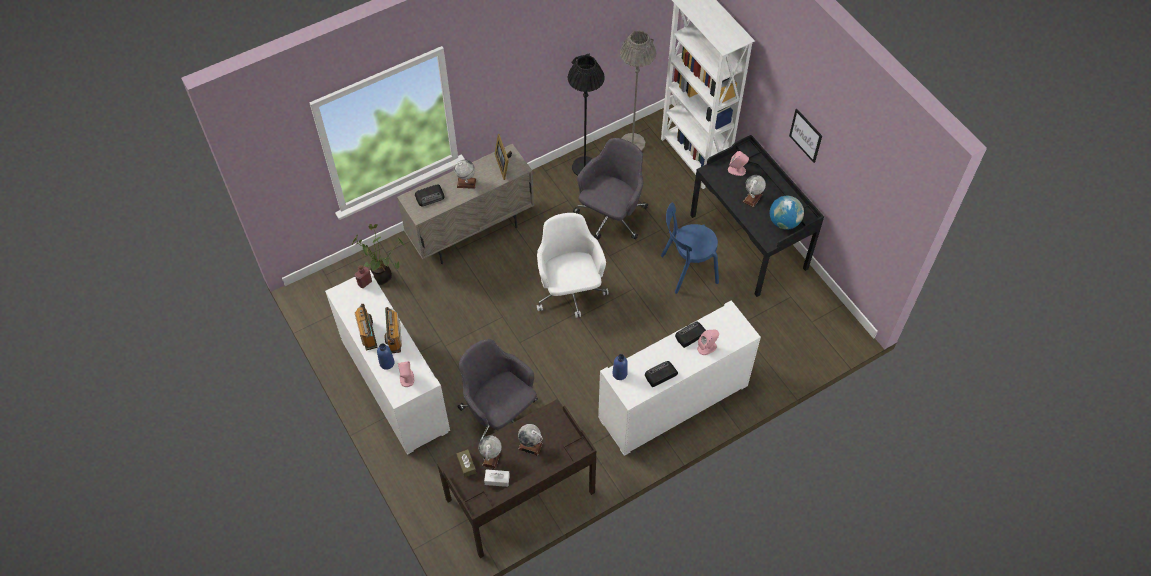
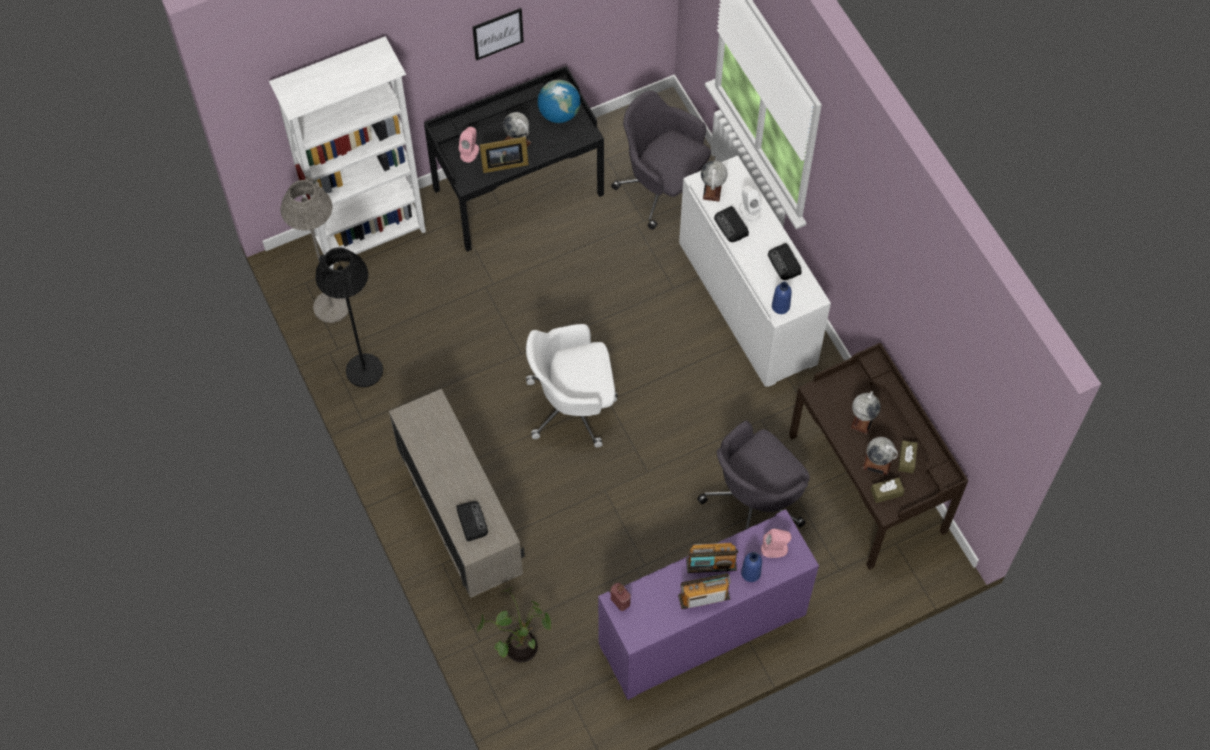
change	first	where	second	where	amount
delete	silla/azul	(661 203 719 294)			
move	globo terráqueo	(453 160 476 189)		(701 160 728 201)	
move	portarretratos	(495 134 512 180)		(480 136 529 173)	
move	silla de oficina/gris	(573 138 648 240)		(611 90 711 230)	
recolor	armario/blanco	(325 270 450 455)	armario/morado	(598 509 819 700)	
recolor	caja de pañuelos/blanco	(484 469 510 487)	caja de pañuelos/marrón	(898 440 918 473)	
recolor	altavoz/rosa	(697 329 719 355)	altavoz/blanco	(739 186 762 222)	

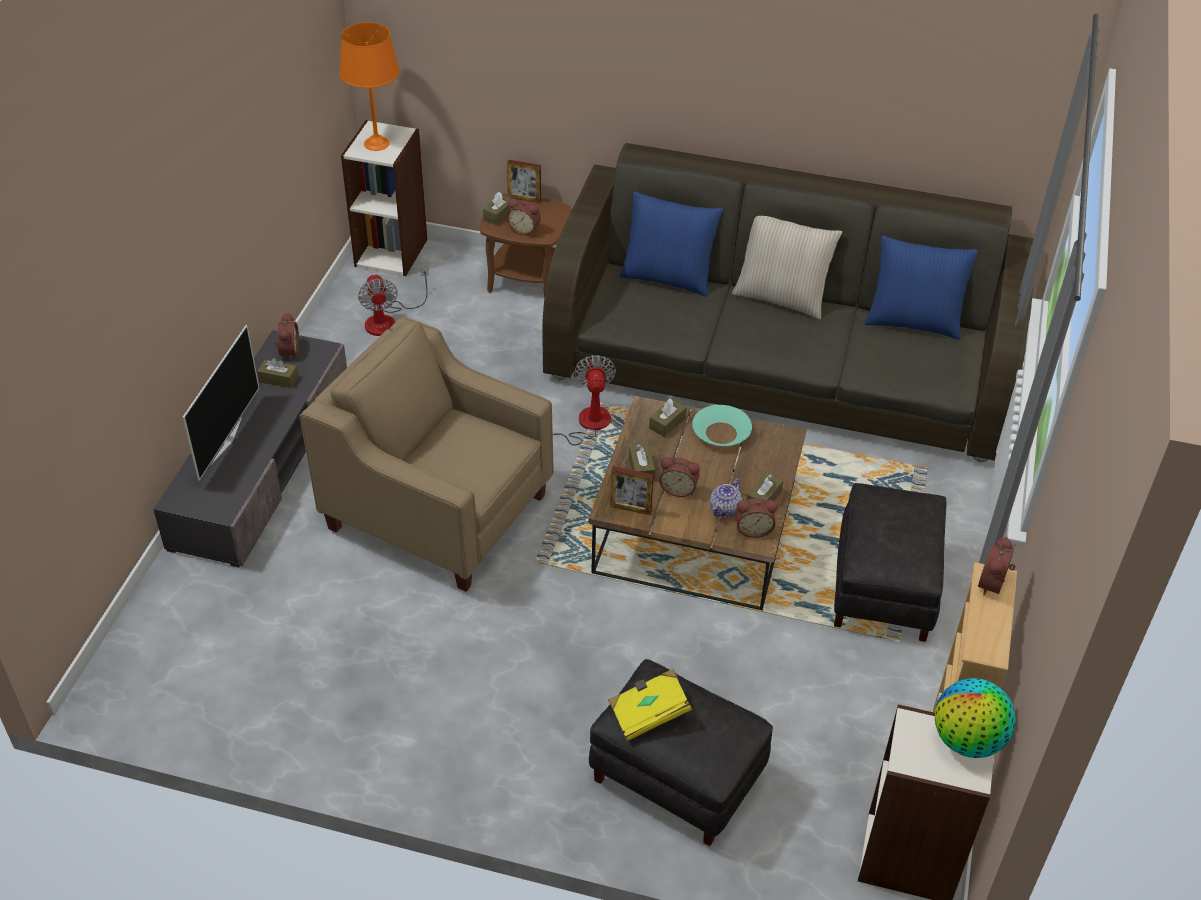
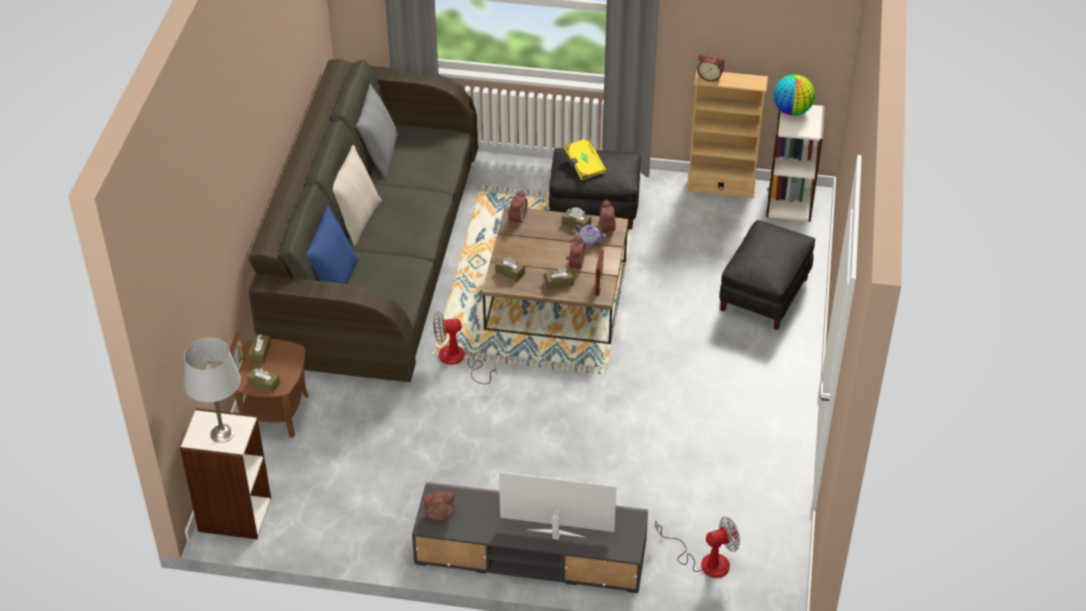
change	first	where	second	where	amount
delete	sillón/beis	(300 317 554 592)			
delete	cuenco/turquesa	(692 405 752 446)			
move	caja de pañuelos/marrón	(257 358 298 388)		(248 334 271 364)	
move	ventilador	(358 266 429 336)		(655 517 740 578)	
move	despertador	(506 198 541 235)		(507 190 528 226)	
move	libro/amarillo	(608 669 692 741)		(564 138 606 180)	
recolor	lámpara de mesa/naranja	(339 22 399 151)	lámpara de mesa/gris	(184 338 241 443)	
recolor	cojín/azul	(865 236 978 339)	cojín/gris	(356 84 398 178)	

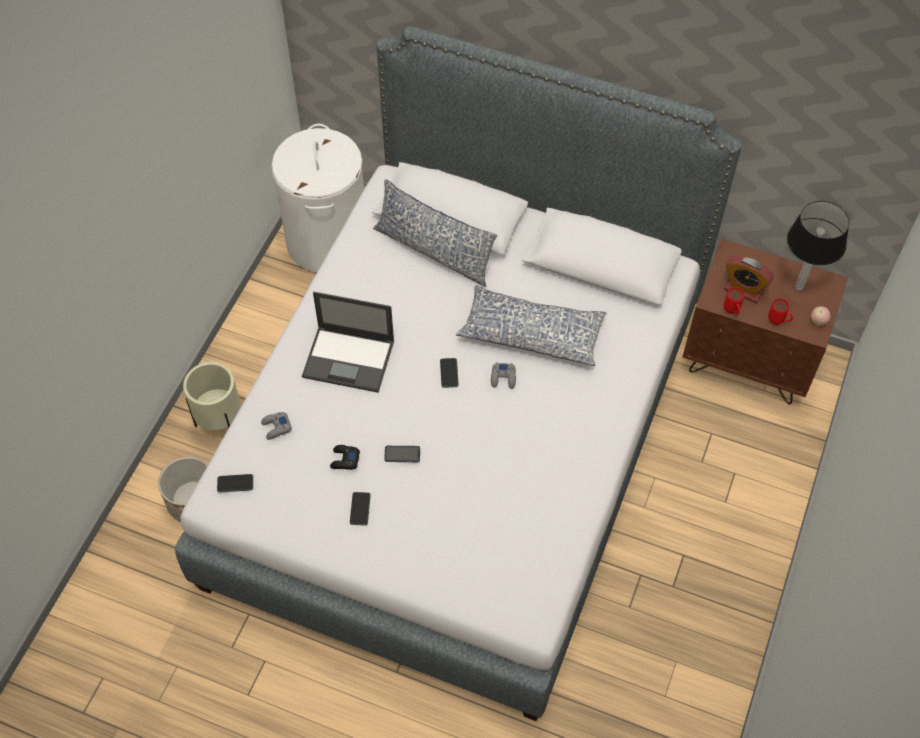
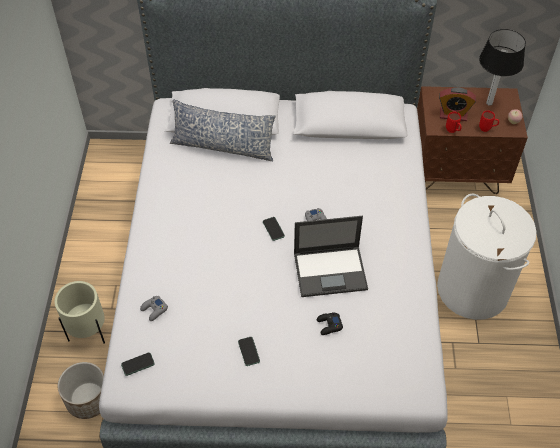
change	first	where	second	where	amount
delete	móvil	(384 446 420 462)			
delete	cojín	(456 285 607 366)			
move	cesto de la ropa/blanco	(272 124 364 273)		(437 193 537 320)	
move	portátil	(302 292 394 393)		(294 216 368 297)	
move	mando de consola/negro	(330 445 360 470)		(317 312 343 335)	

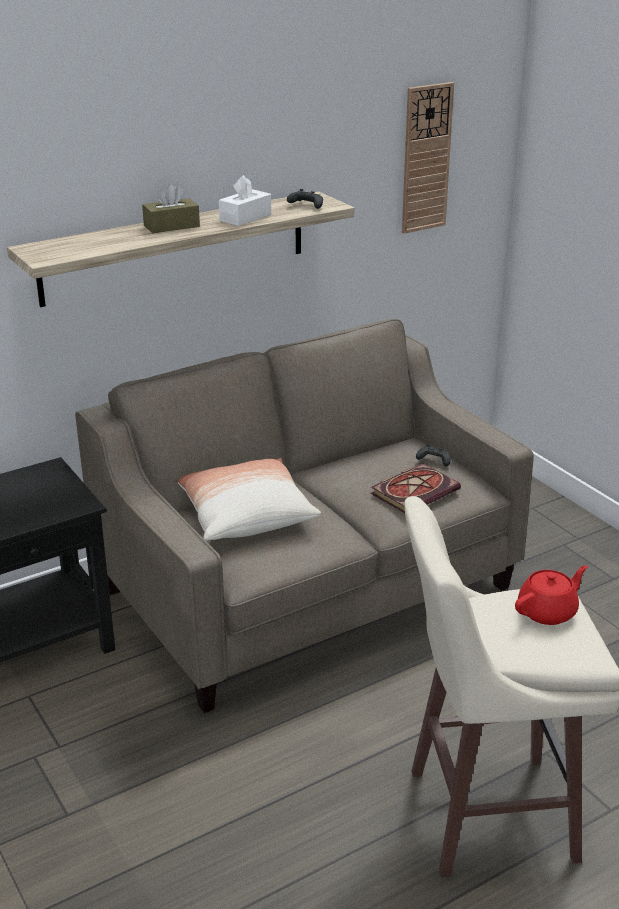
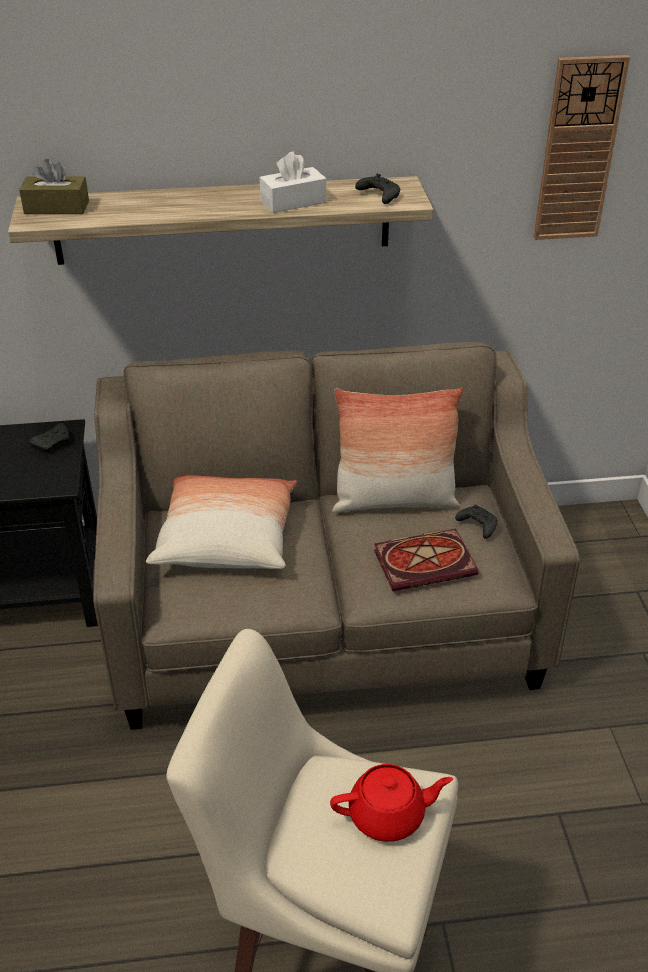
change	first	where	second	where	amount
insert			mando de consola/negro	(29 423 70 453)	
insert			cojín	(332 388 463 513)	
move	caja de pañuelos/marrón	(142 184 200 233)		(19 159 89 214)	

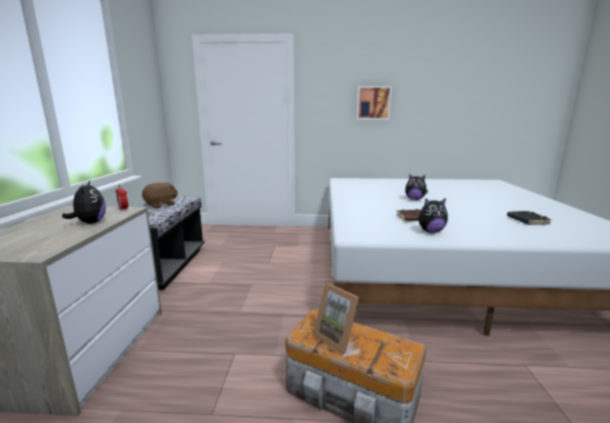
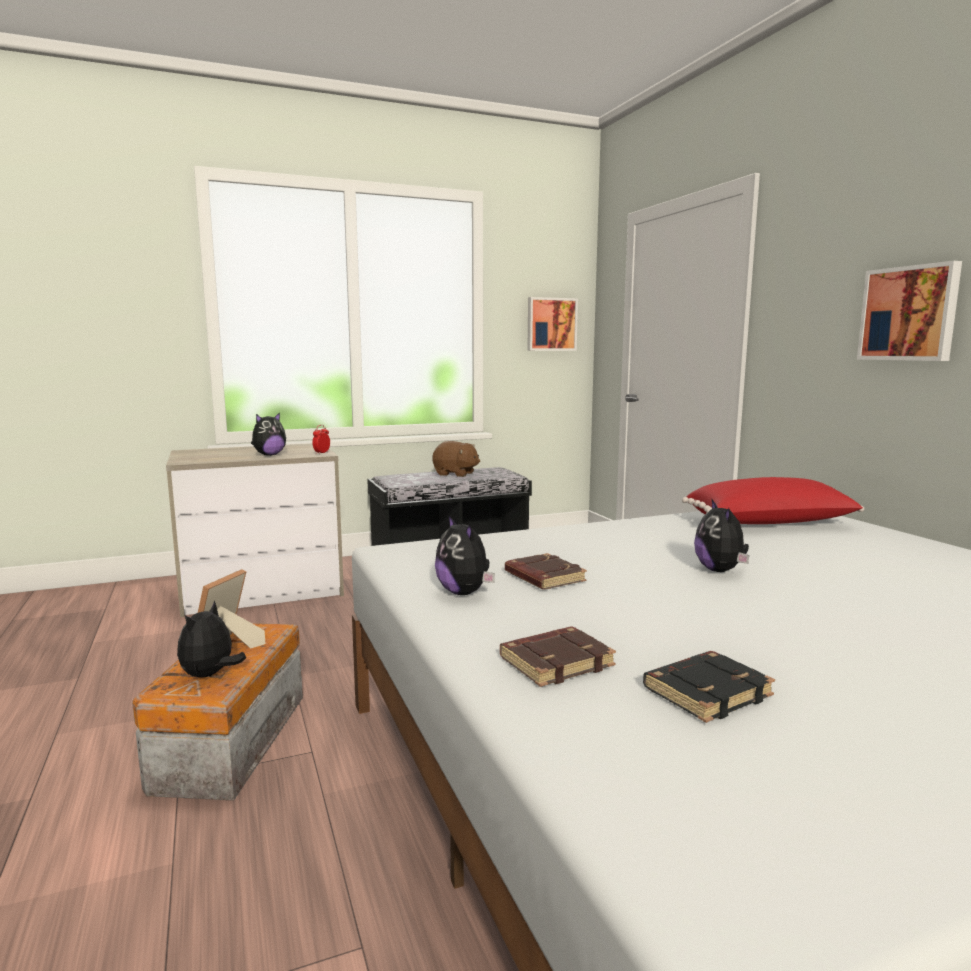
change	first	where	second	where	amount
insert			peluche	(177 601 246 678)	
insert			libro/marrón	(500 626 616 687)	
insert			cuadro	(527 297 578 351)	
insert			cojín/rojo	(682 477 864 524)	

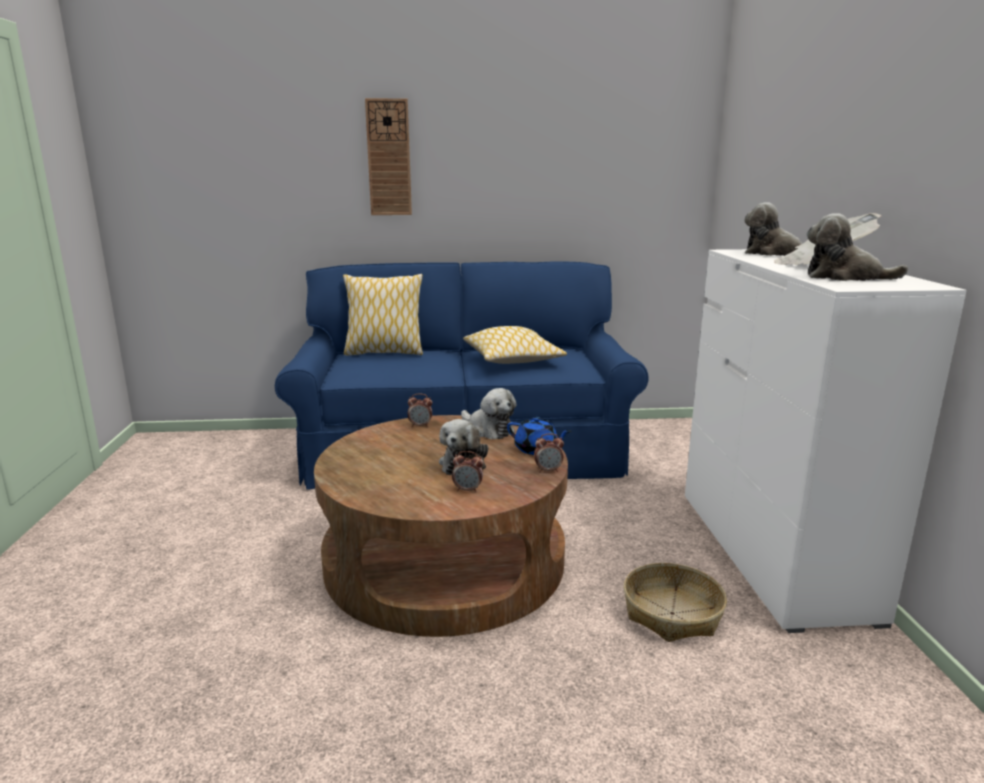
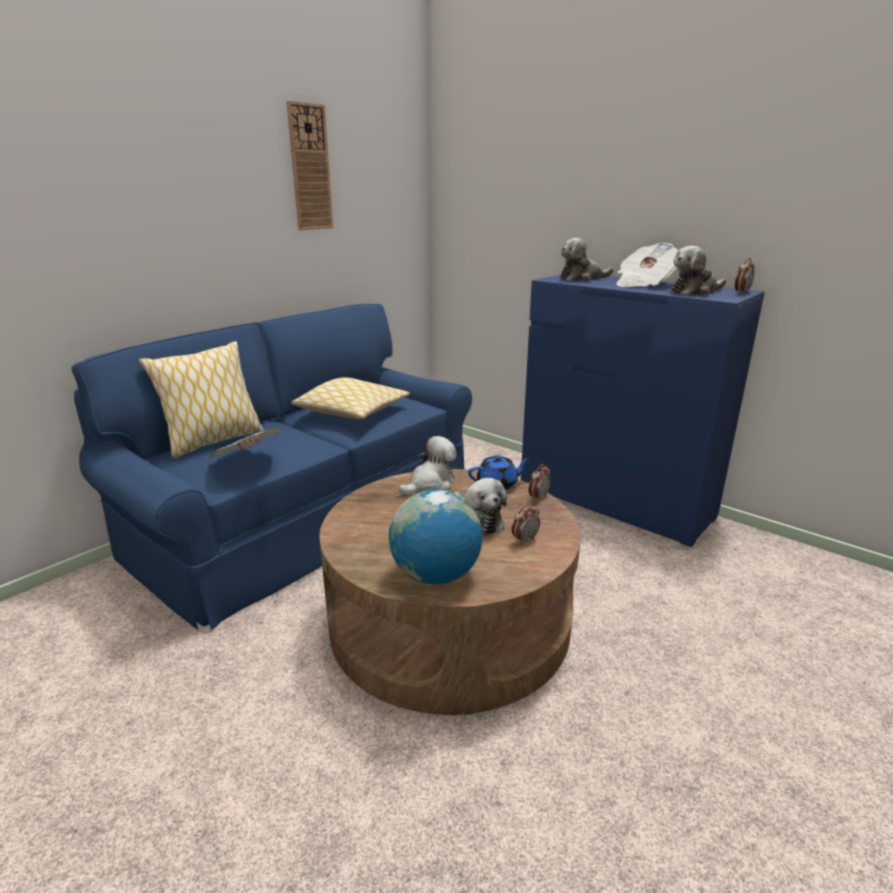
change	first	where	second	where	amount
delete	cesta	(624 563 727 642)			
insert			periódico	(208 427 282 459)	
insert			globo terráqueo	(389 490 483 585)	
move	reloj de pared	(365 98 412 215)		(286 101 333 230)	
move	despertador	(408 394 432 427)		(735 258 755 294)	
recolor	cómoda/blanco	(685 249 967 633)	cómoda/azul	(521 275 765 547)	
rotate	peluche	(461 388 517 439)		(399 436 457 495)	45 degrees counterclockwise

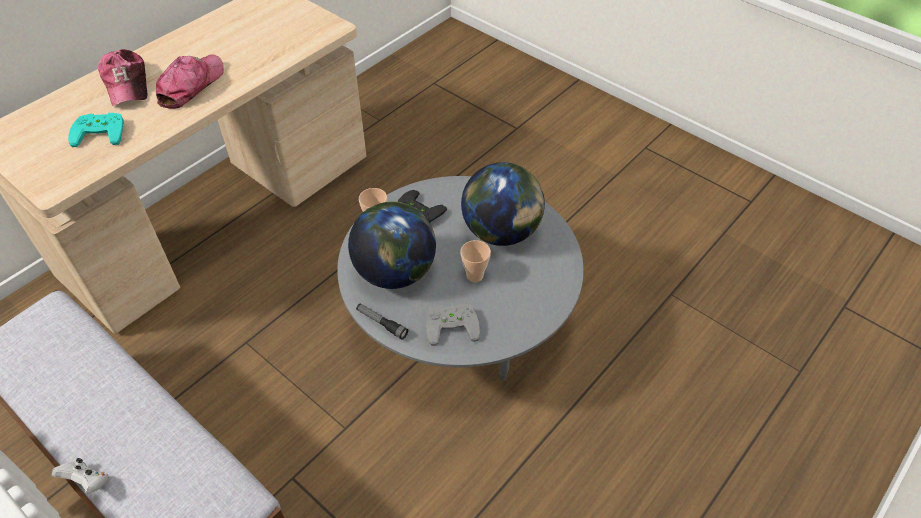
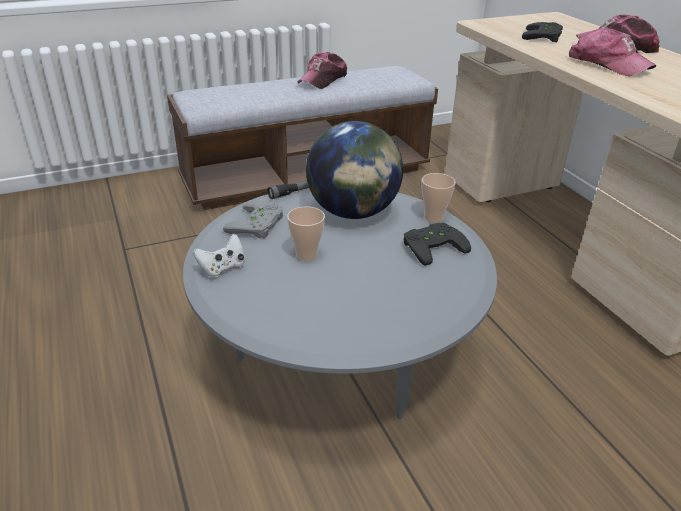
change	first	where	second	where	amount
delete	globo terráqueo	(461 162 545 246)			
insert			gorra	(297 52 347 89)	
move	mando de consola/blanco	(52 458 109 494)		(193 234 245 278)	
recolor	mando de consola/turquesa	(68 113 124 147)	mando de consola/negro	(522 22 563 42)	

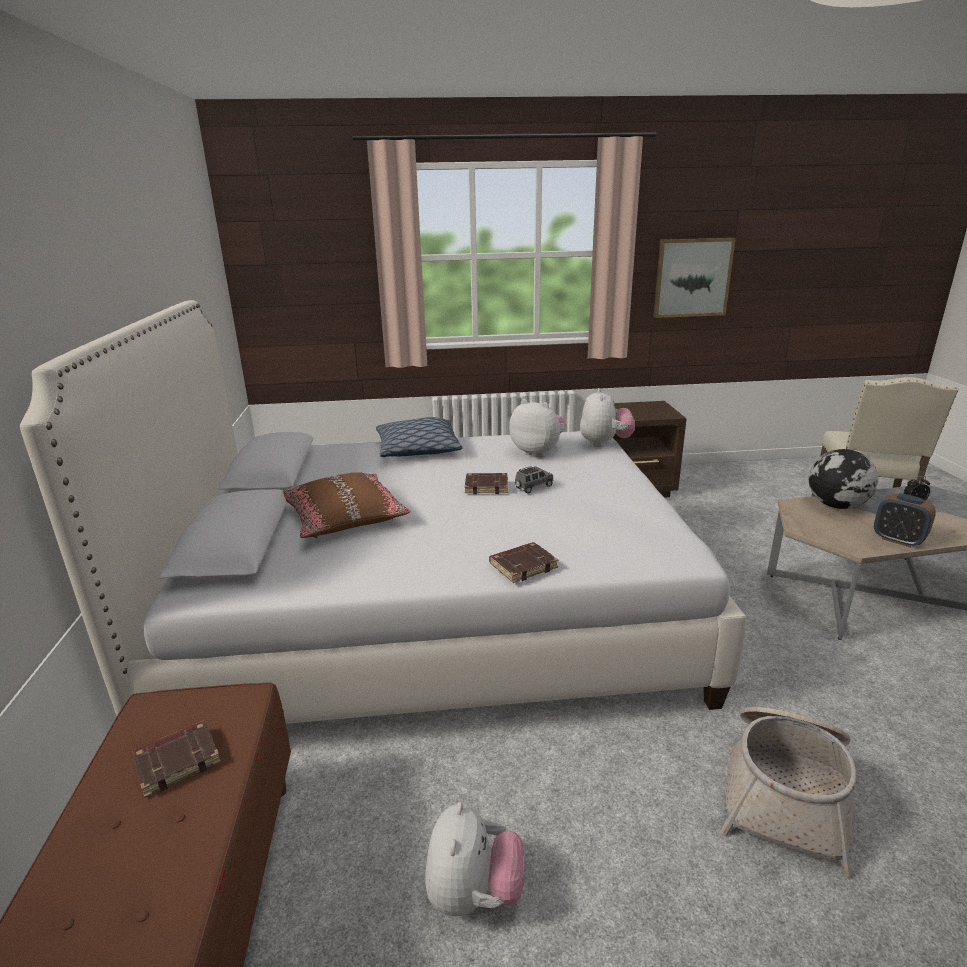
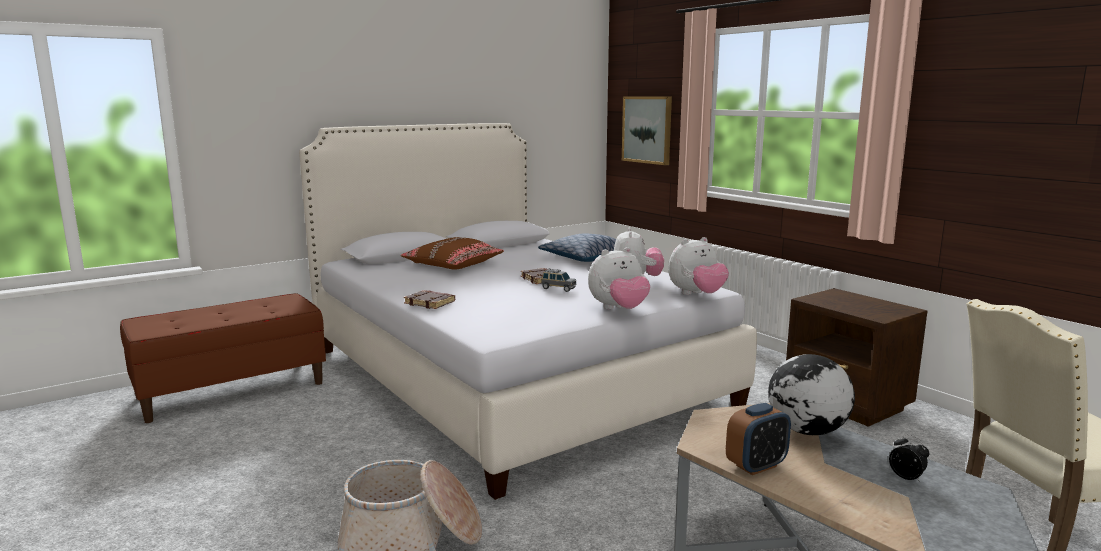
change	first	where	second	where	amount
delete	libro/marrón	(132 720 221 798)			
move	peluche	(425 802 525 916)		(588 247 650 309)	
move	cuadro	(653 238 736 318)		(622 96 672 165)	
rotate	despertador	(874 493 936 547)		(726 403 791 475)	135 degrees counterclockwise

